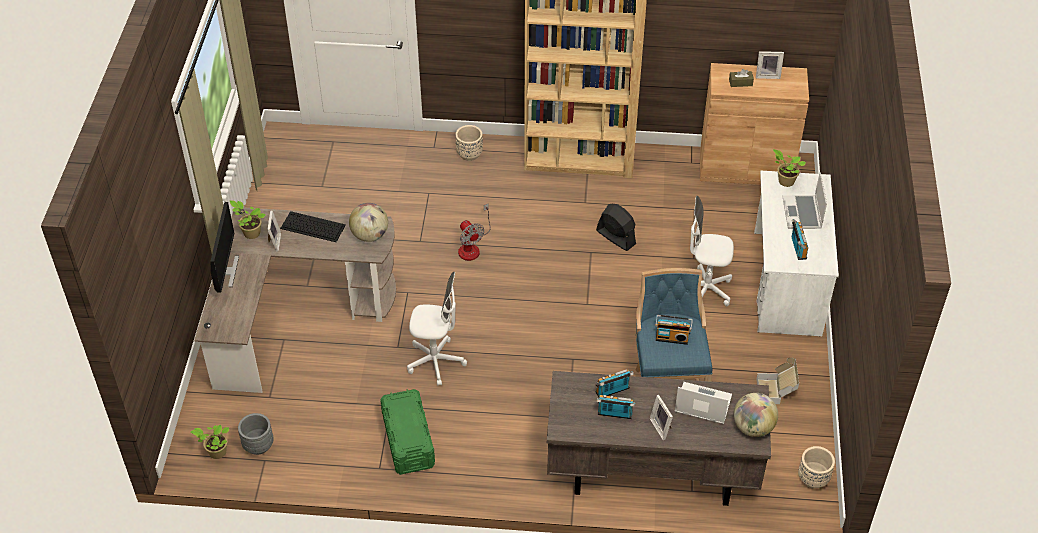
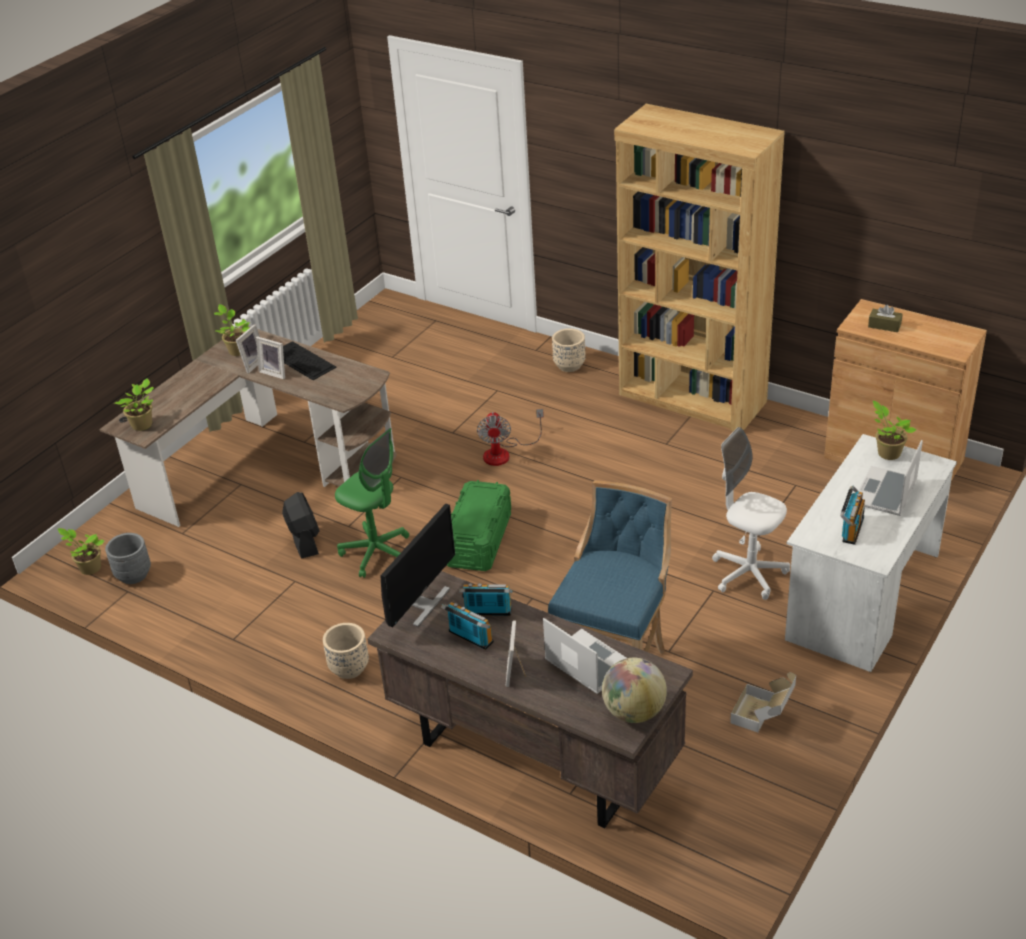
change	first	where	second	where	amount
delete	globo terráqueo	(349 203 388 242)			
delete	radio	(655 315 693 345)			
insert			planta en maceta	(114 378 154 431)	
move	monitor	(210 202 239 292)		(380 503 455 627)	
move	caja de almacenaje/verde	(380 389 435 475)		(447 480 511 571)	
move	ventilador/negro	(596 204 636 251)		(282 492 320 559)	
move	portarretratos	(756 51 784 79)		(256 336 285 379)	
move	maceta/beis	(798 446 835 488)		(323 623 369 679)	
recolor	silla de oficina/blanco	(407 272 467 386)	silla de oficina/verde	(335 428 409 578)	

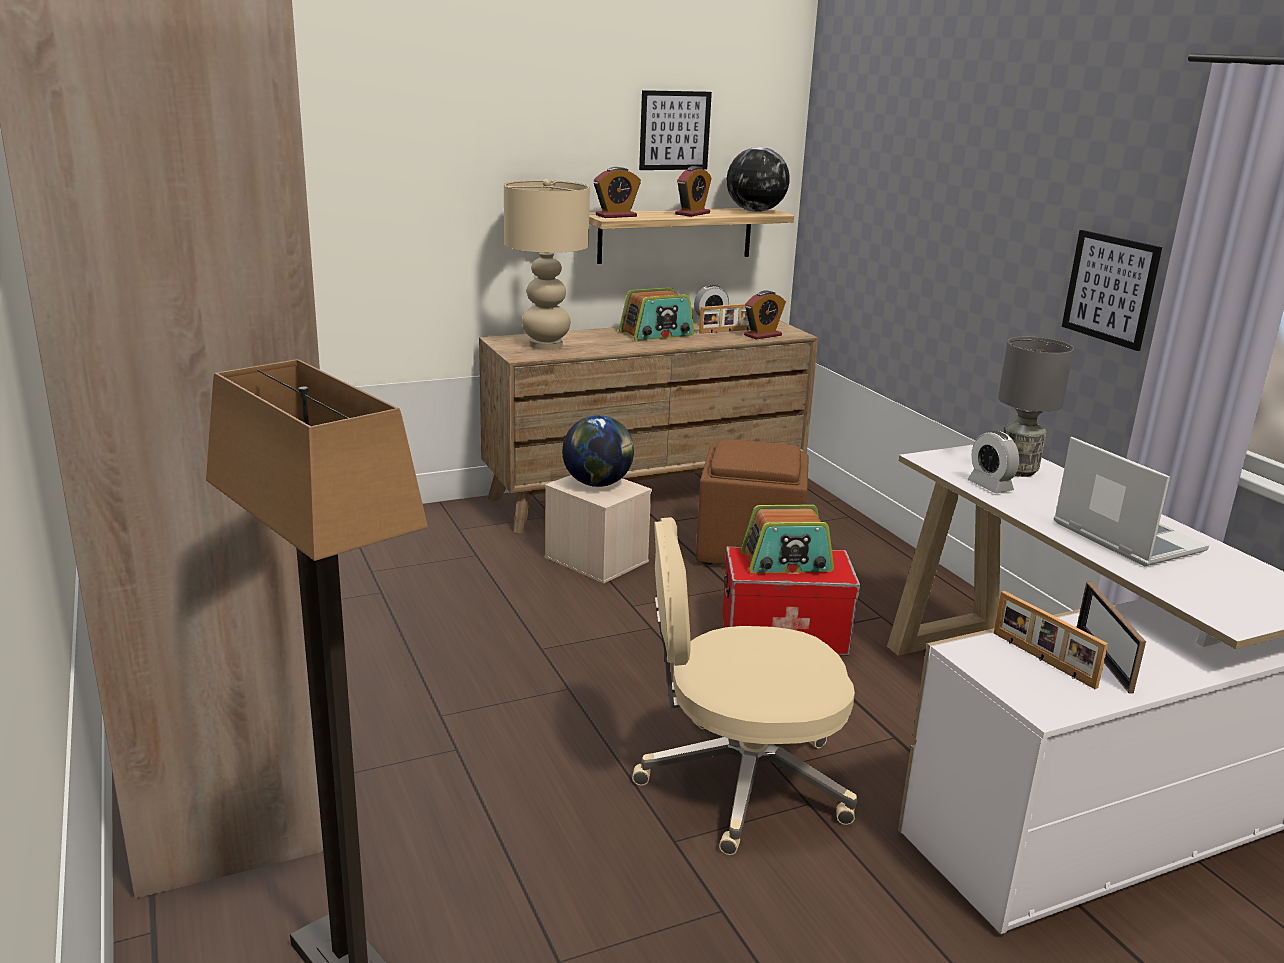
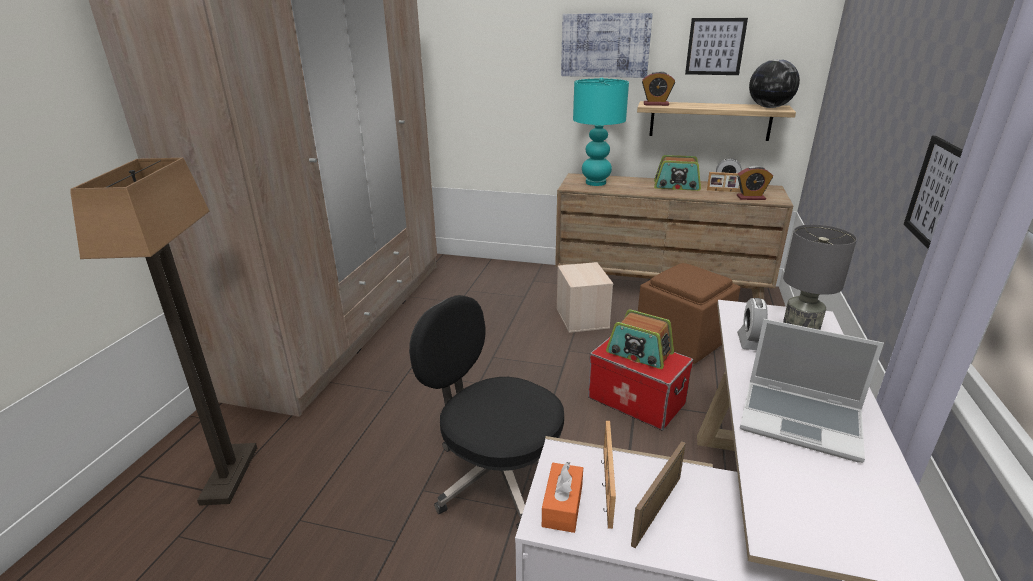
change	first	where	second	where	amount
delete	globo terráqueo	(562 415 634 487)			
delete	despertador	(675 166 712 217)			
insert			caja de pañuelos/naranja	(542 462 583 533)	
insert			cuadro	(561 13 653 78)	
recolor	lámpara de mesa/beis	(504 179 590 350)	lámpara de mesa/turquesa	(573 77 629 186)	
recolor	silla de oficina/beis	(632 517 857 855)	silla de oficina/negro	(409 295 564 529)	
rotate	portátil	(1054 437 1209 567)		(740 319 884 463)	105 degrees clockwise

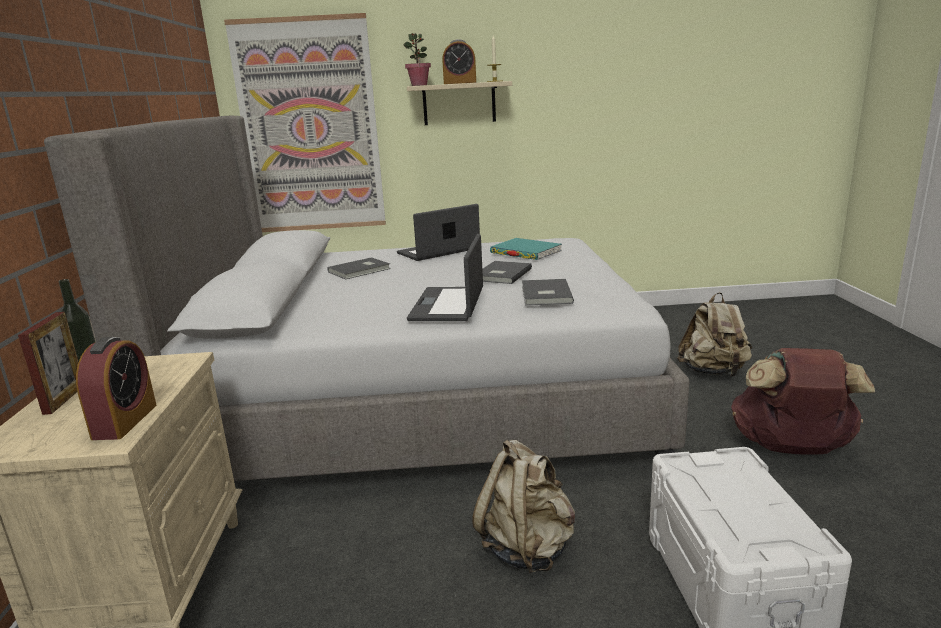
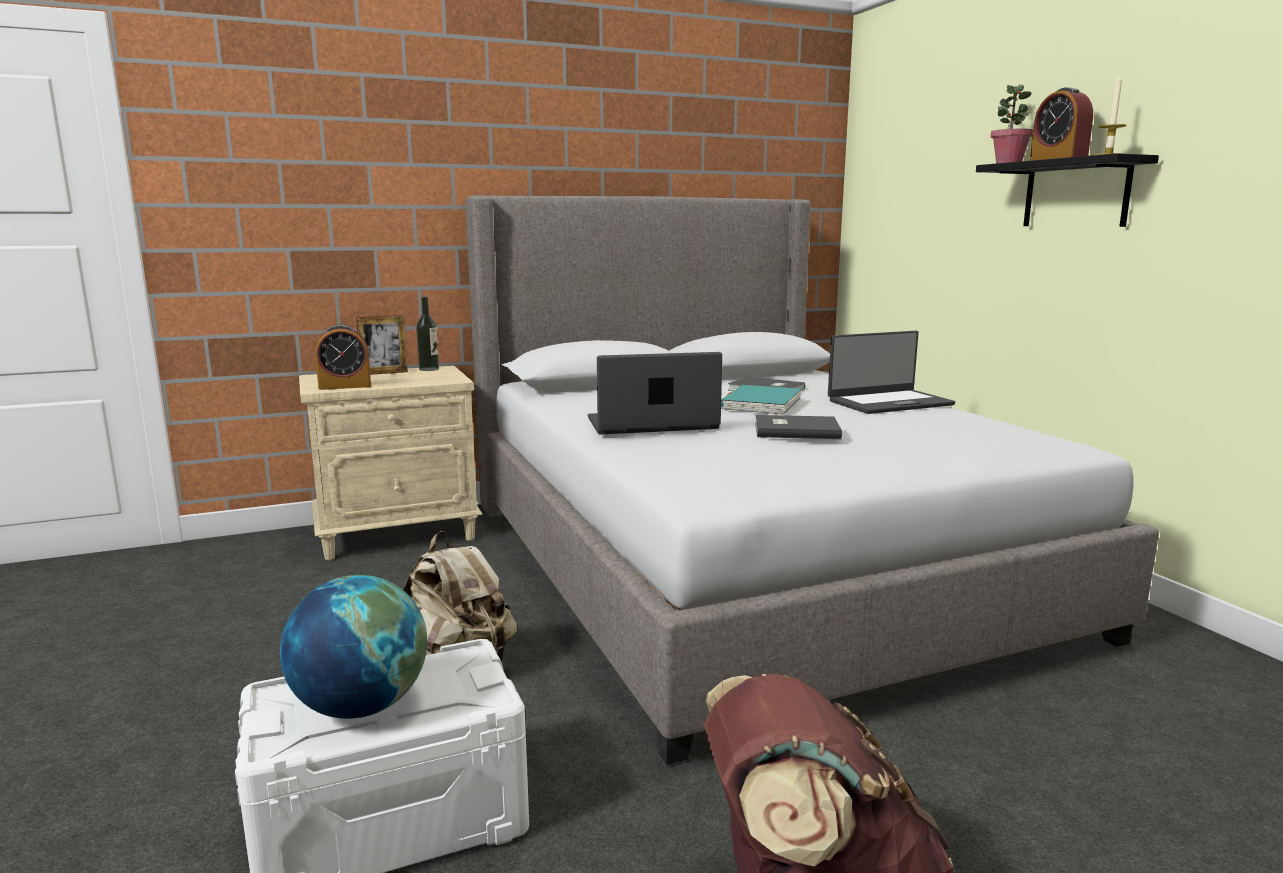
change	first	where	second	where	amount
delete	cuadro	(224 13 386 232)			
delete	libro/gris	(522 279 574 306)			
delete	mochila/beis	(677 292 752 377)			
insert			globo terráqueo	(280 575 427 719)	
move	libro/turquesa	(490 238 562 260)		(721 385 802 415)	
recolor	estante/beis	(407 81 512 125)	estante/negro	(976 153 1159 227)	
rotate	portátil	(397 204 480 261)		(828 331 955 414)	120 degrees clockwise

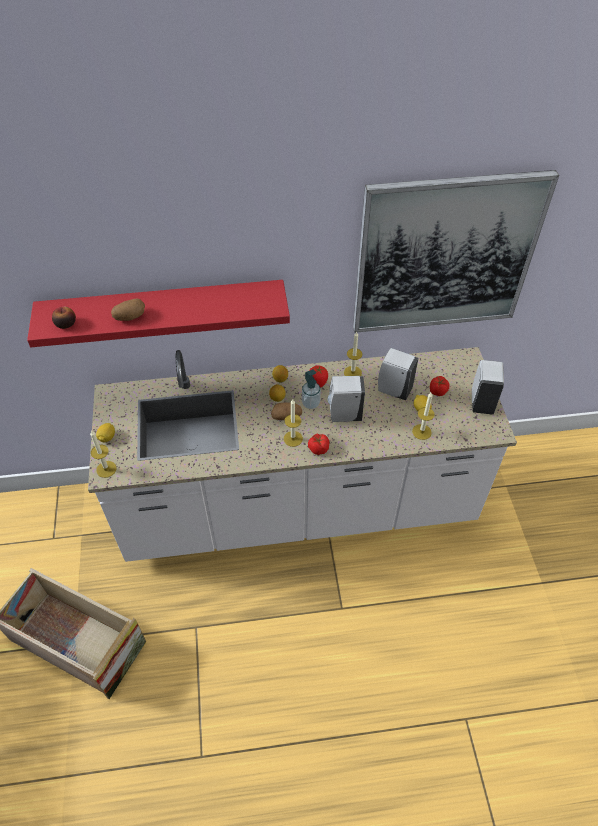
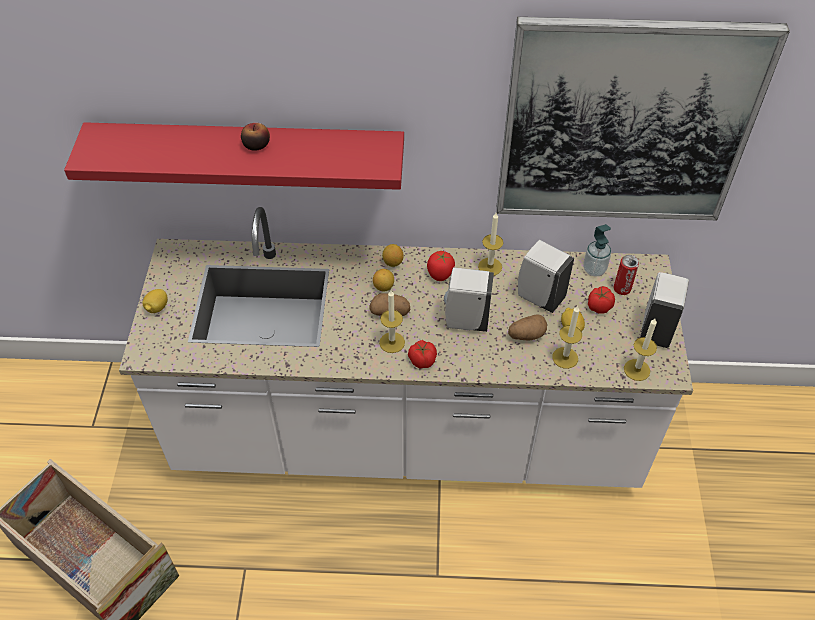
change	first	where	second	where	amount
insert			lata	(613 255 639 295)	
move	manzana	(52 307 76 329)		(241 123 270 151)	
move	vela	(90 431 117 478)		(624 319 657 381)	
move	patata	(111 299 145 321)		(508 314 547 340)	
move	dispensador de jabón	(302 369 321 409)		(583 224 611 277)	

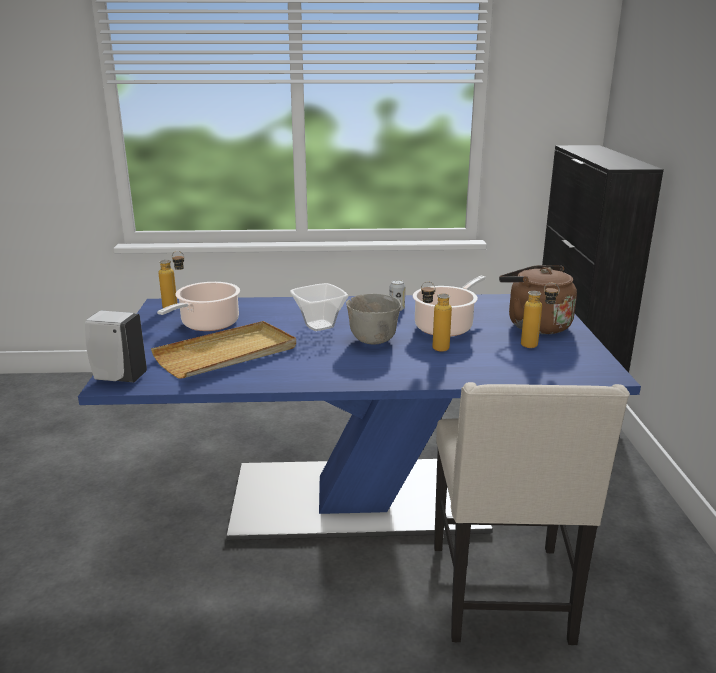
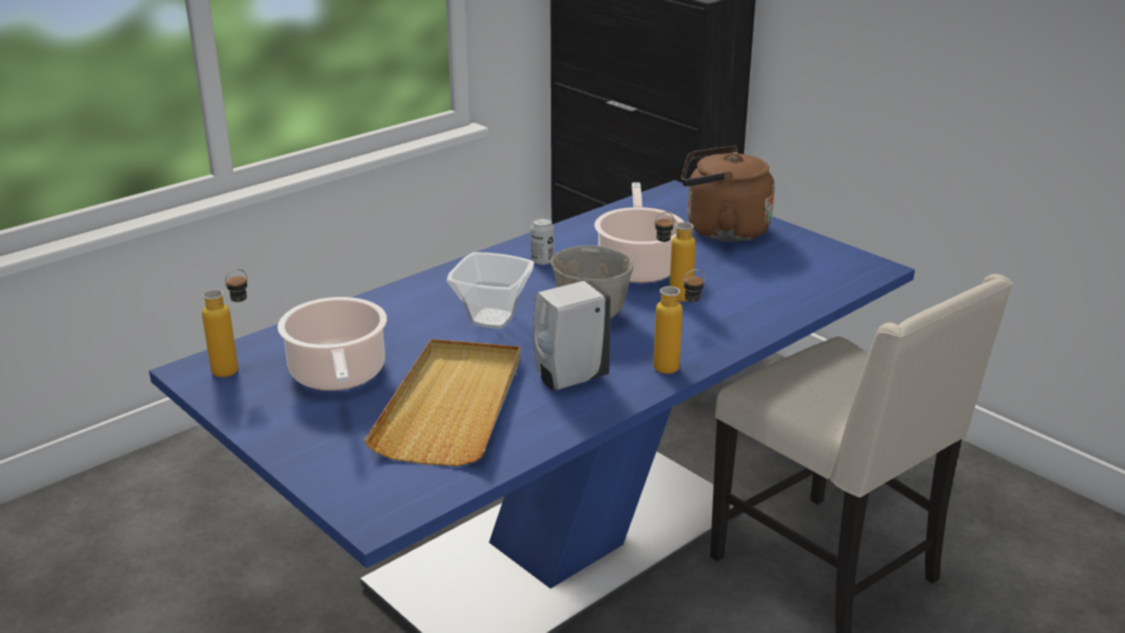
change	first	where	second	where	amount
move	dispensador de jabón/blanco	(85 311 147 382)		(533 280 611 390)	
move	botella	(521 283 560 348)		(653 269 705 374)	

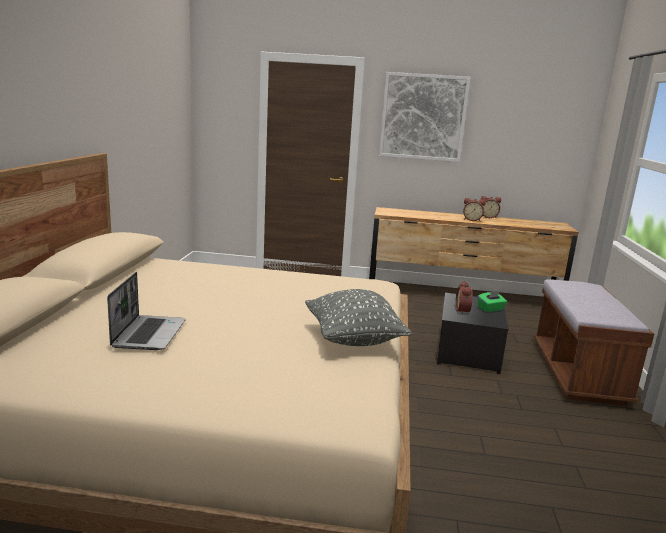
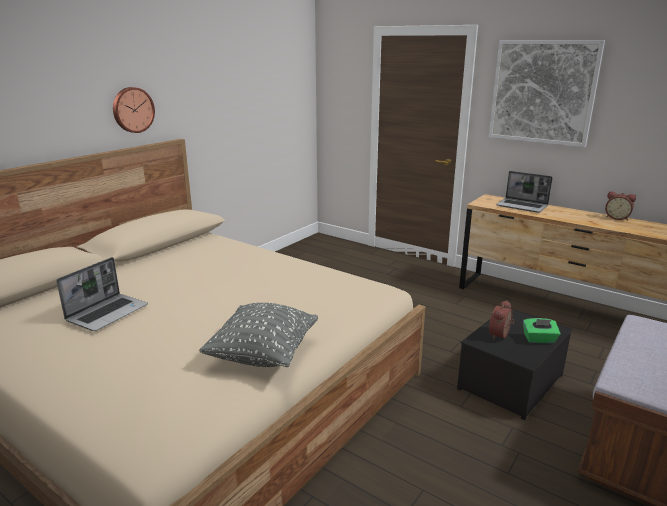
change	first	where	second	where	amount
delete	despertador	(463 198 486 221)			
insert			reloj de pared	(113 87 155 133)	
insert			portátil	(496 171 553 213)	

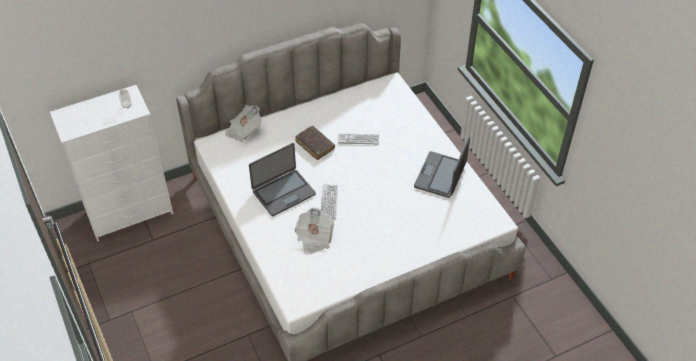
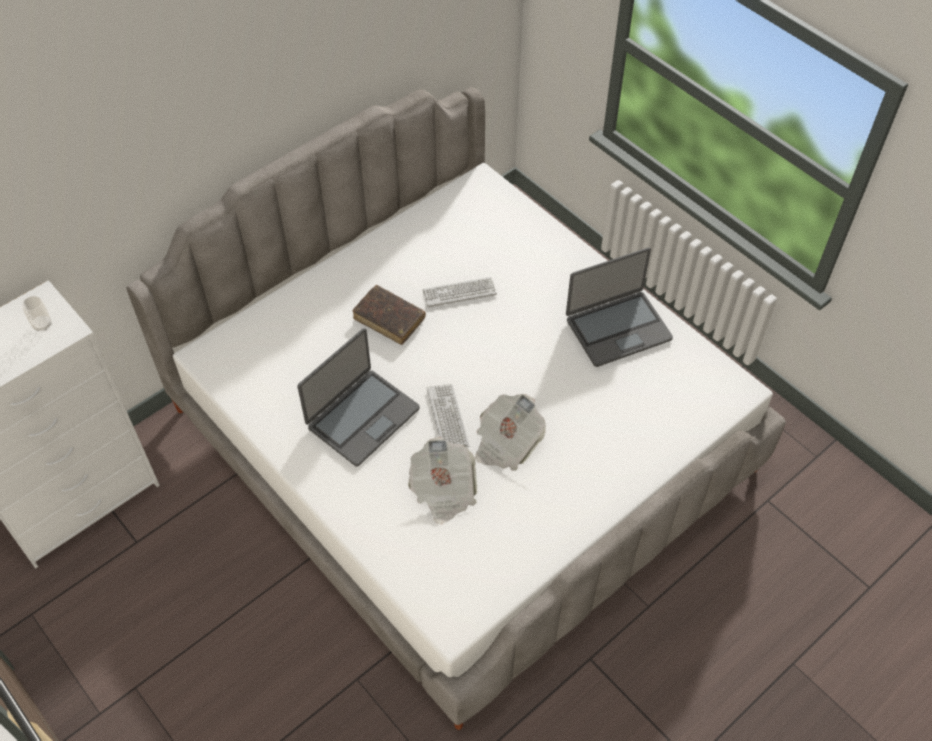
change	first	where	second	where	amount
move	periódico	(225 105 262 142)		(475 394 546 471)	
rotate	portátil	(414 136 470 198)		(566 248 673 367)	120 degrees counterclockwise

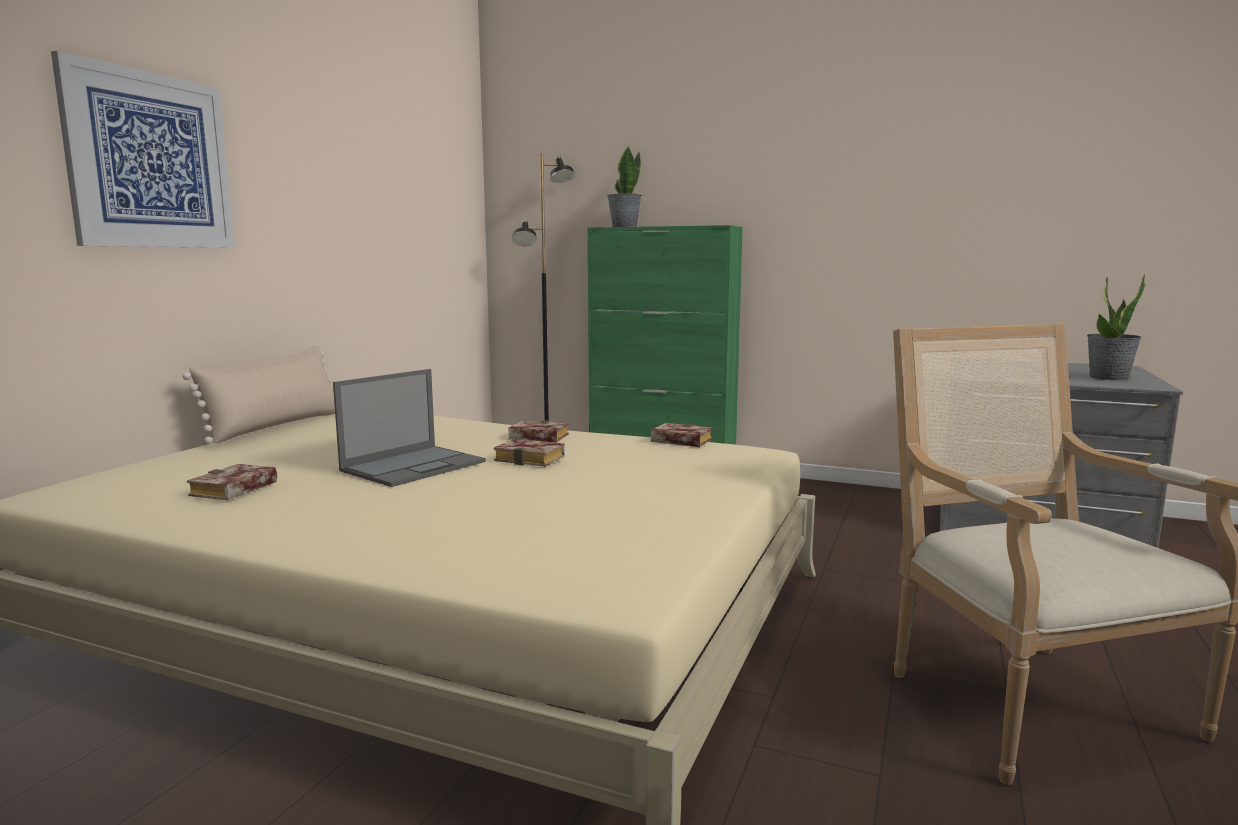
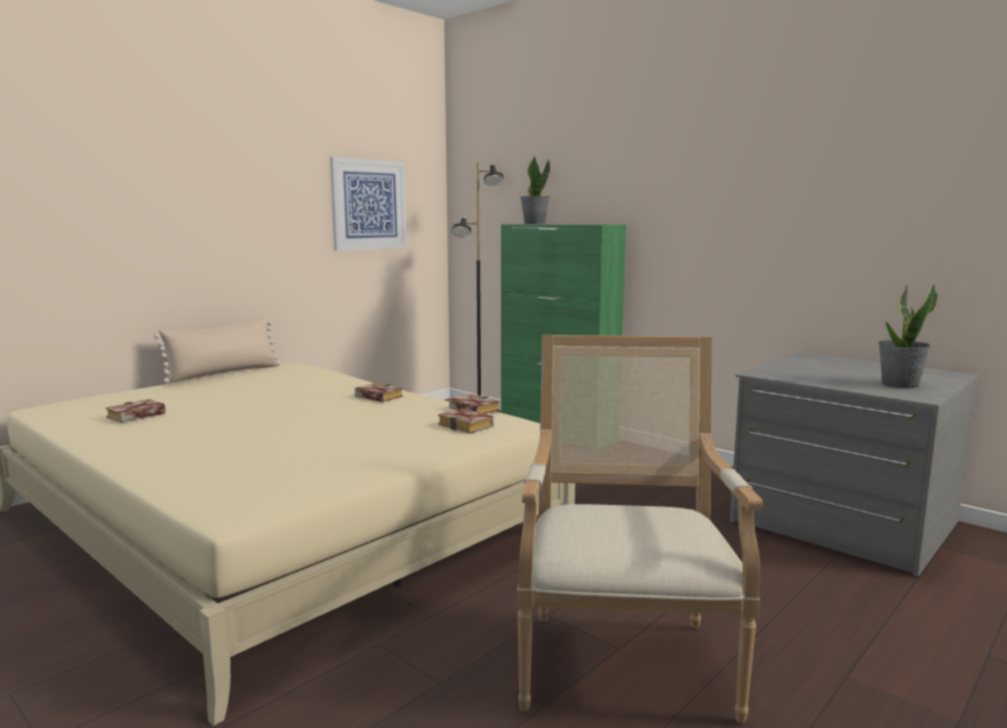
change	first	where	second	where	amount
delete	portátil	(333 369 486 487)			
move	cuadro	(51 51 235 248)		(330 157 407 251)	
move	libro	(494 439 565 467)		(438 408 494 434)	

